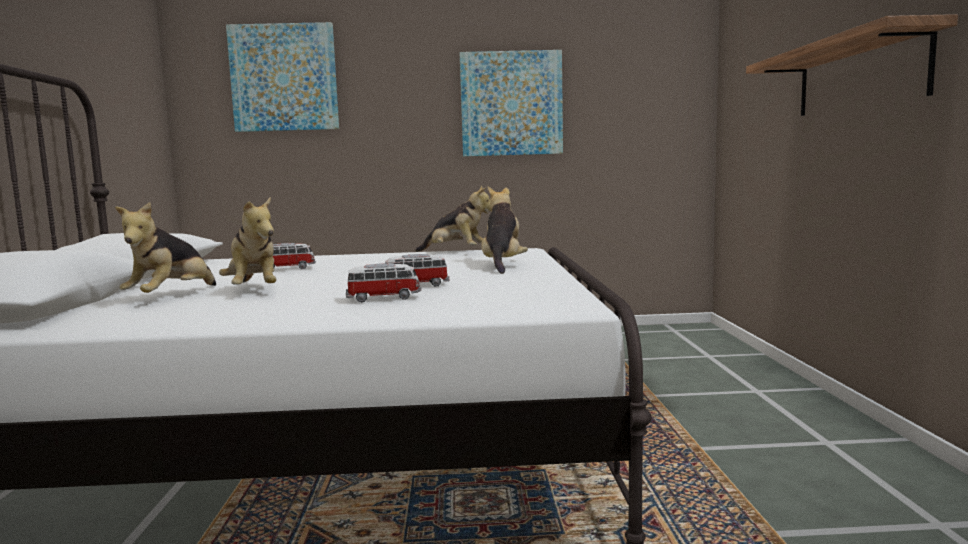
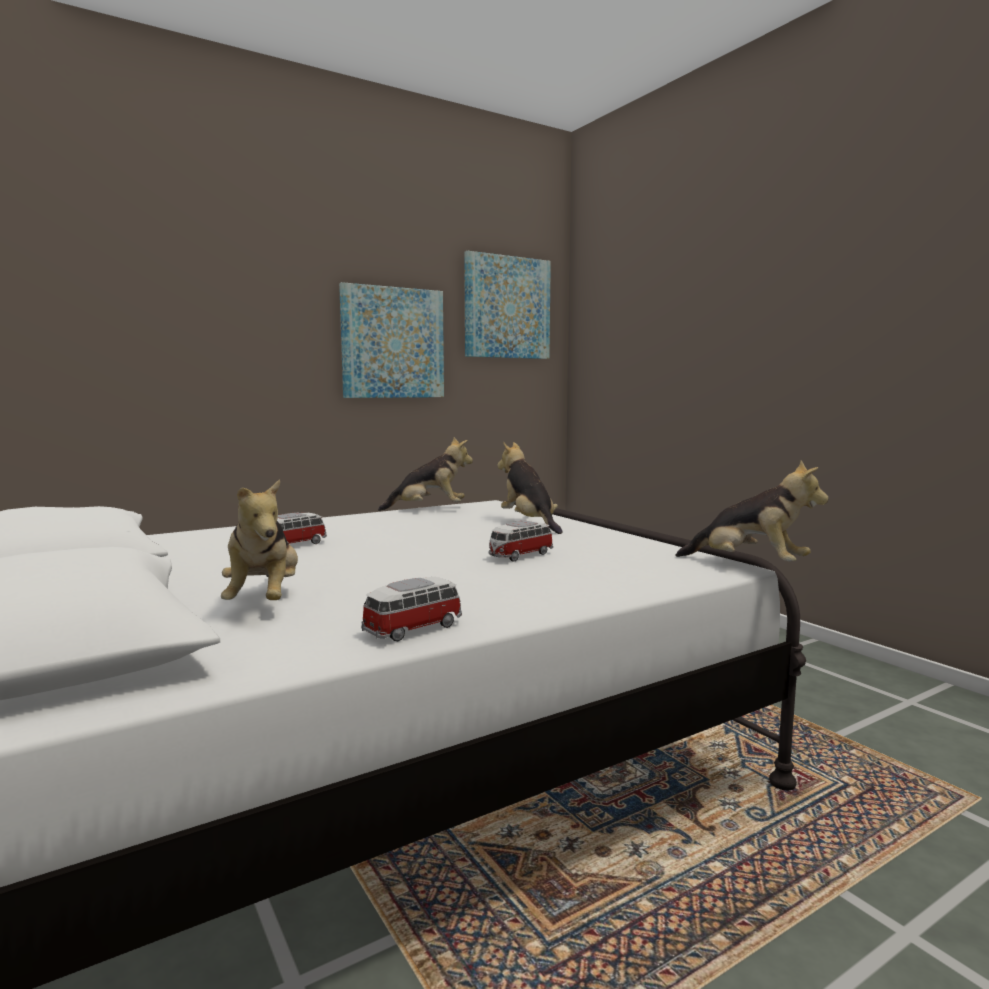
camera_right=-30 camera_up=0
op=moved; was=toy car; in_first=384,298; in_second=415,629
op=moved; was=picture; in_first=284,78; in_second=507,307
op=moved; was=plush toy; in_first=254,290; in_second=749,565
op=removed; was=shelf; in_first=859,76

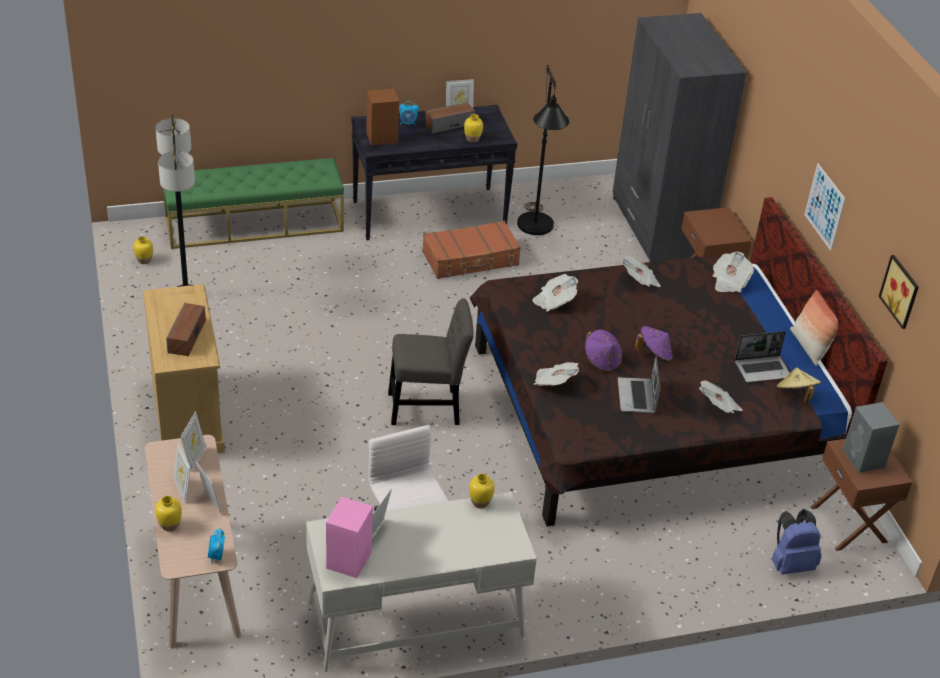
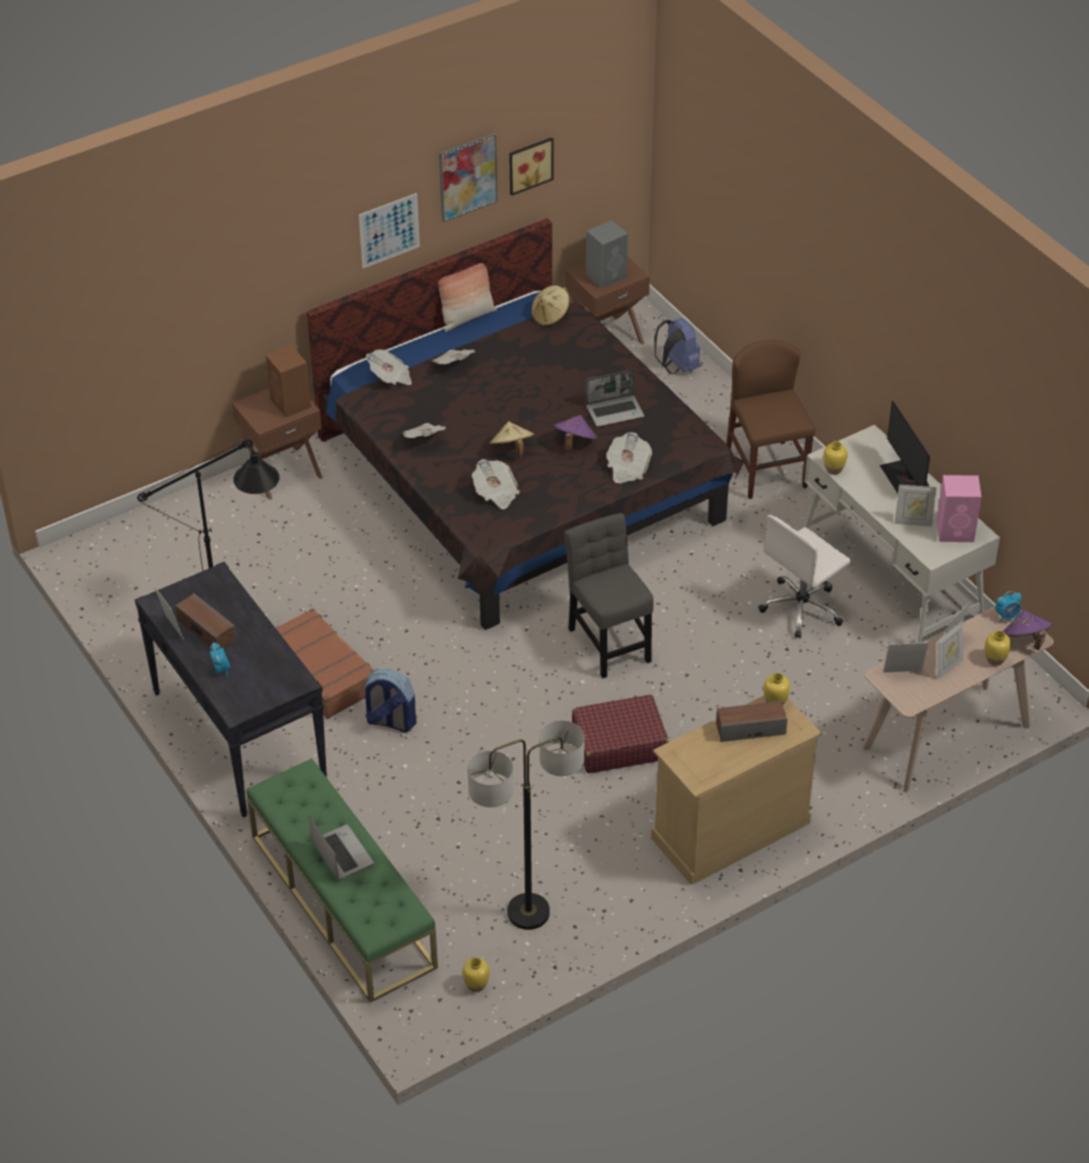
camera_right=-105 camera_up=5
op=moved; was=brown speaker; in_first=381,137; in_second=291,403
op=moved; was=laptop; in_first=763,369; in_second=341,853
op=added; now=backpack; in_second=390,721
op=moved; was=newspaper; in_first=718,407; in_second=453,365
op=added; now=picture; in_second=467,176
op=added; now=beige hat; in_second=512,450
op=added; now=red suitcase; in_second=618,743
op=added; now=brown chair; in_second=766,470
op=moved; was=yellow vase; in_first=472,139; in_second=775,702
op=added; now=monitor; in_second=906,478
op=moved; was=purple hat; in_first=654,354; in_second=1025,640
op=removed; was=grey wardrobe; in_first=658,227

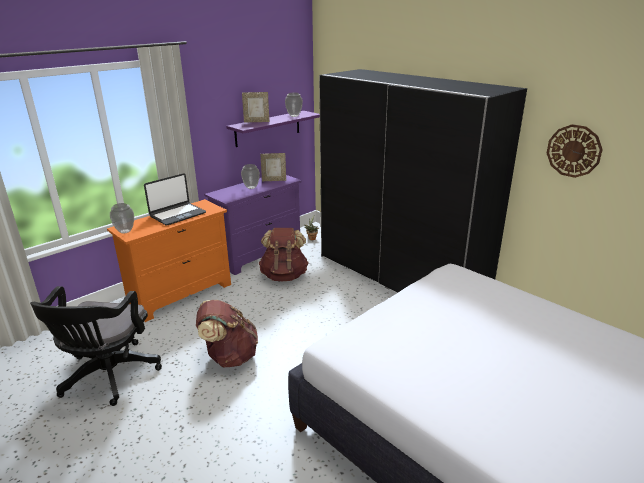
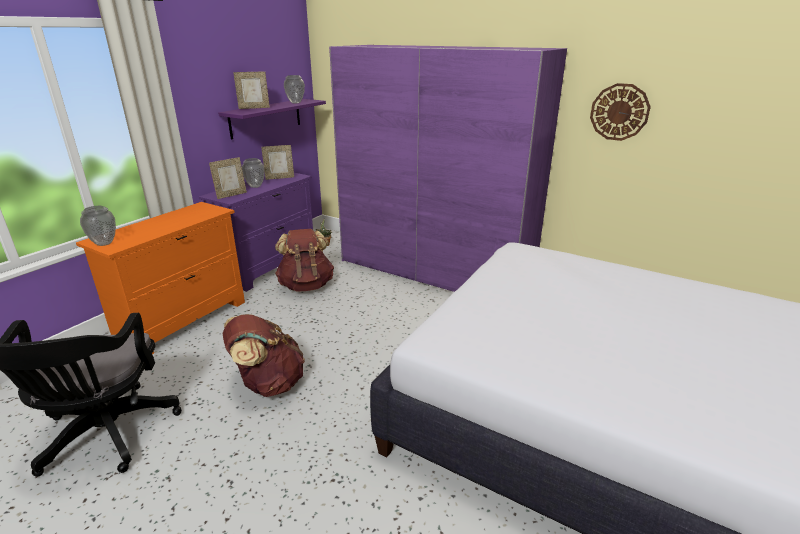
camera_right=-15 camera_up=0
op=added; now=picture frame; in_second=231,195
op=recoloured; was=black wardrobe; now=purple wardrobe; in_first=400,275; in_second=434,271
op=removed; was=laptop; in_first=177,214

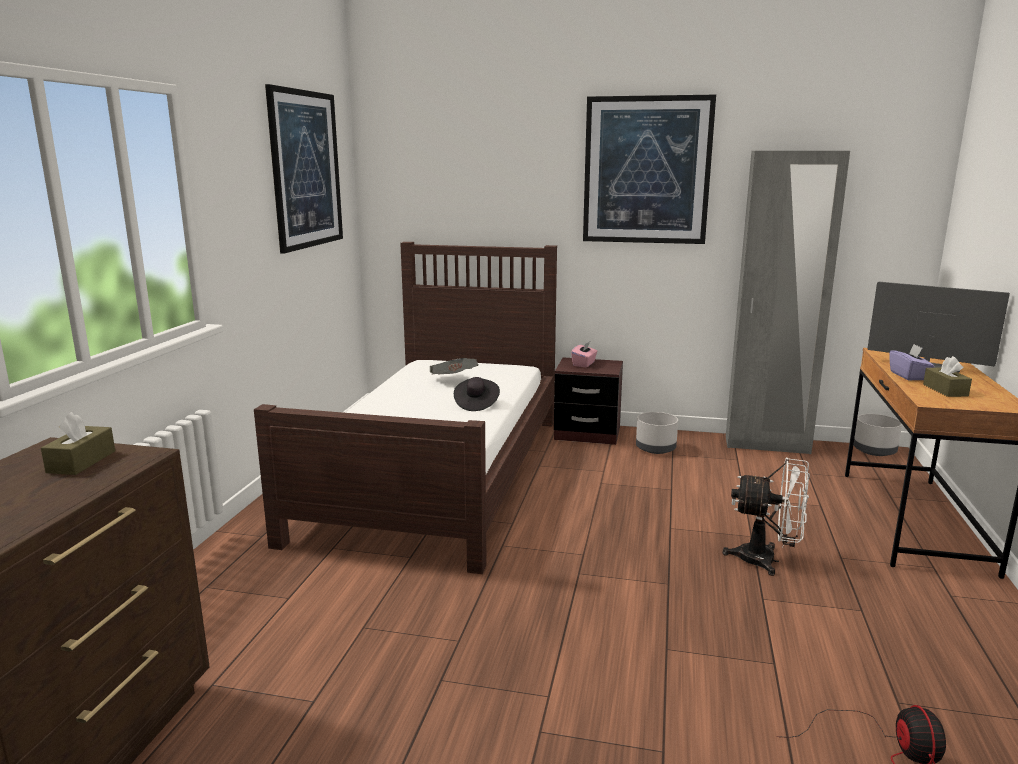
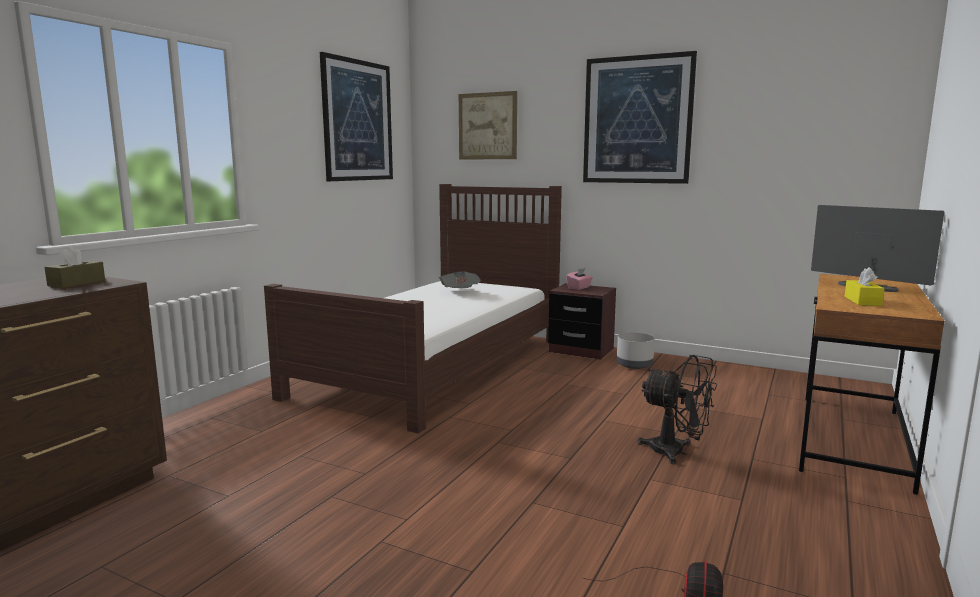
camera_right=15 camera_up=-5
op=added; now=picture; in_second=487,126
op=recoloured; was=white fan; now=black fan; in_first=767,560; in_second=676,452
op=recoloured; was=brown tissue box; now=yellow tissue box; in_first=945,390; in_second=862,301
op=removed; was=black hat; in_first=476,404
op=removed; was=grey wardrobe; in_first=767,445
op=removed; was=grey planter; in_first=875,451
op=removed; was=purple tissue box; in_first=909,376

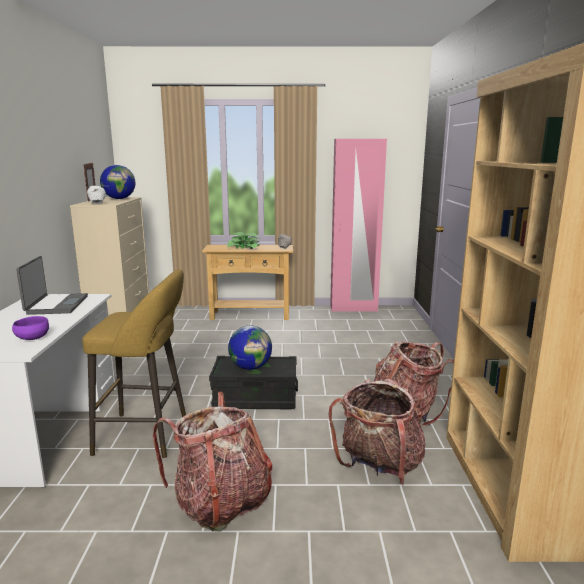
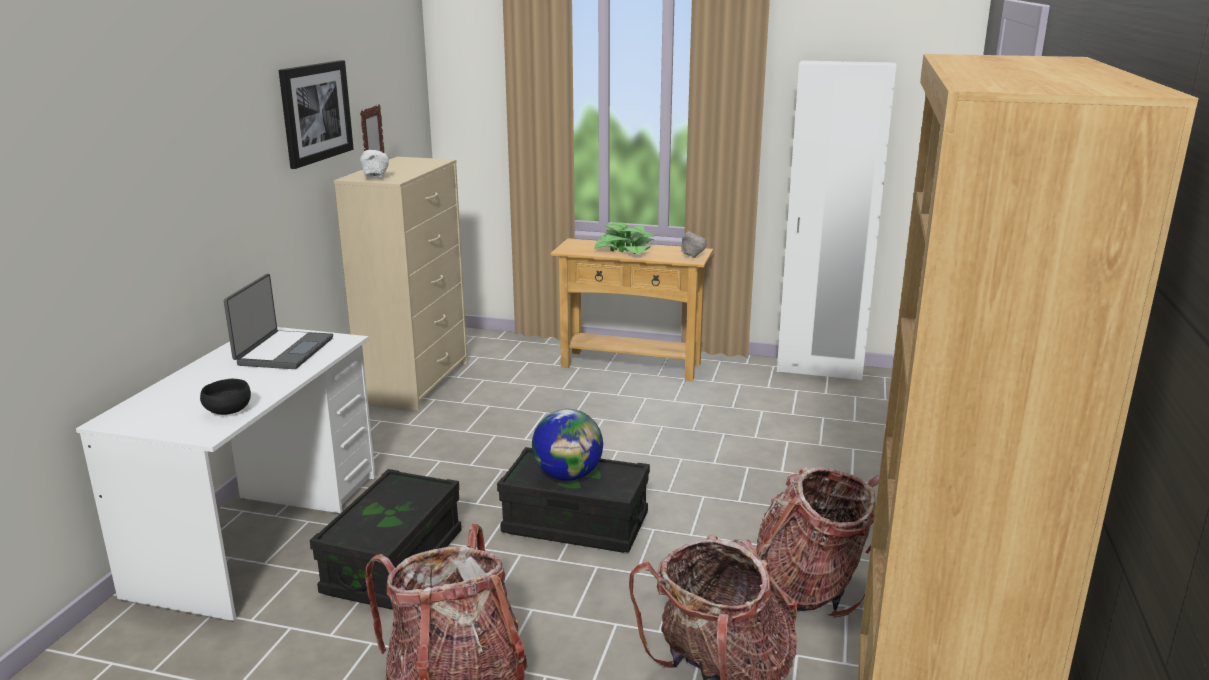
camera_right=15 camera_up=5
op=recoloured; was=purple bowl; now=black bowl; in_first=32,338; in_second=227,411
op=added; now=picture; in_second=315,112
op=replaced; was=yellow stool; now=black storage box; in_first=147,435; in_second=393,563
op=recoloured; was=pink wardrobe; now=white wardrobe; in_first=353,309; in_second=819,370
op=removed; was=globe; in_first=119,199

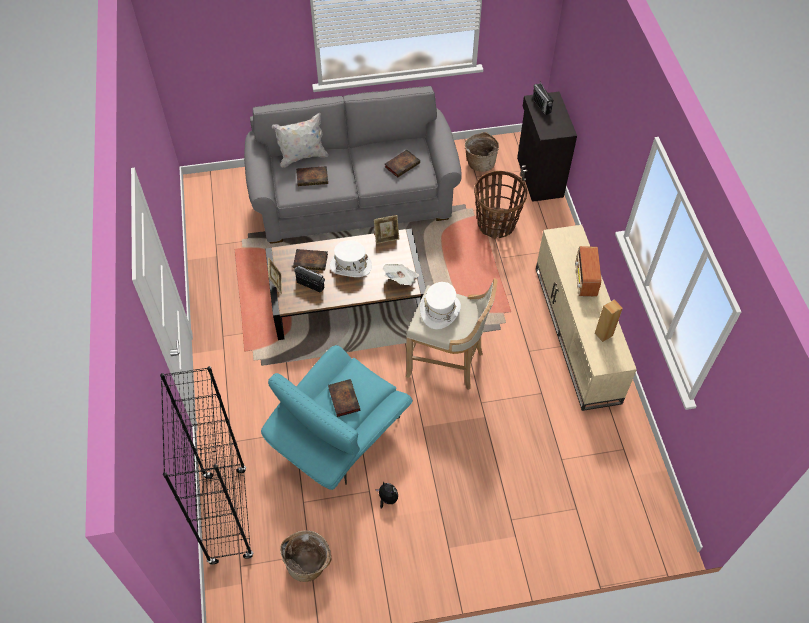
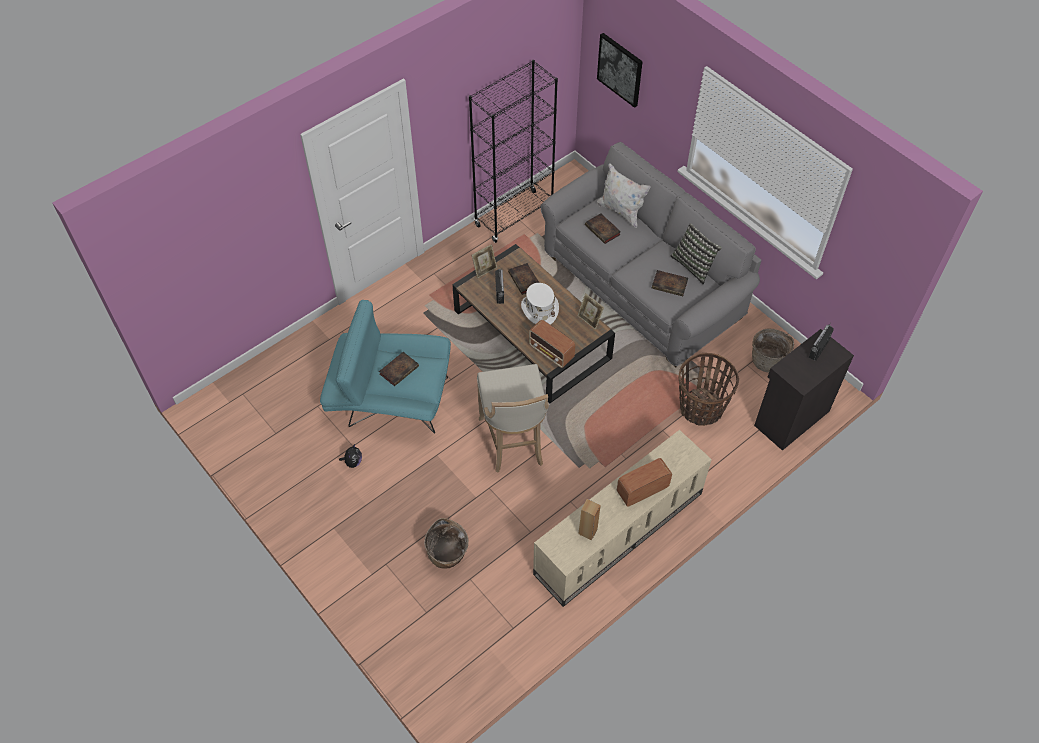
camera_right=60 camera_up=0
op=moved; was=basket; in_first=309,564; in_second=448,555
op=moved; was=black bookcase; in_first=228,516; in_second=514,216
op=replaced; was=newspaper; now=radio; in_first=401,279; in_second=551,353
op=added; now=picture; in_second=620,69
op=added; now=pillow; in_second=694,265
op=removed; was=white hat; in_first=440,311

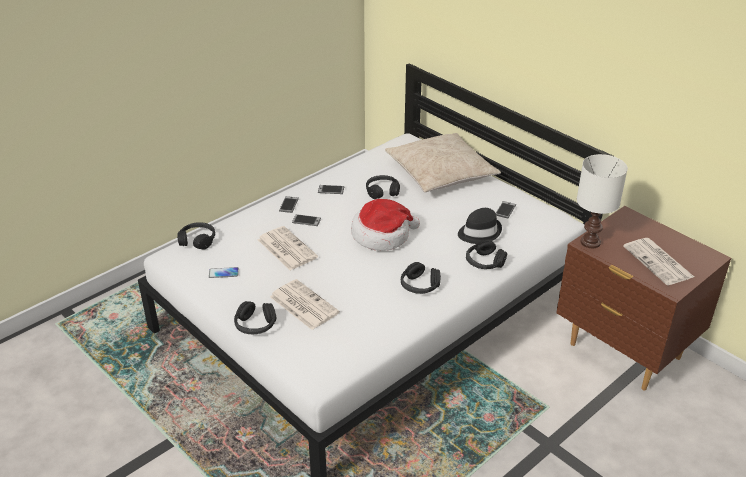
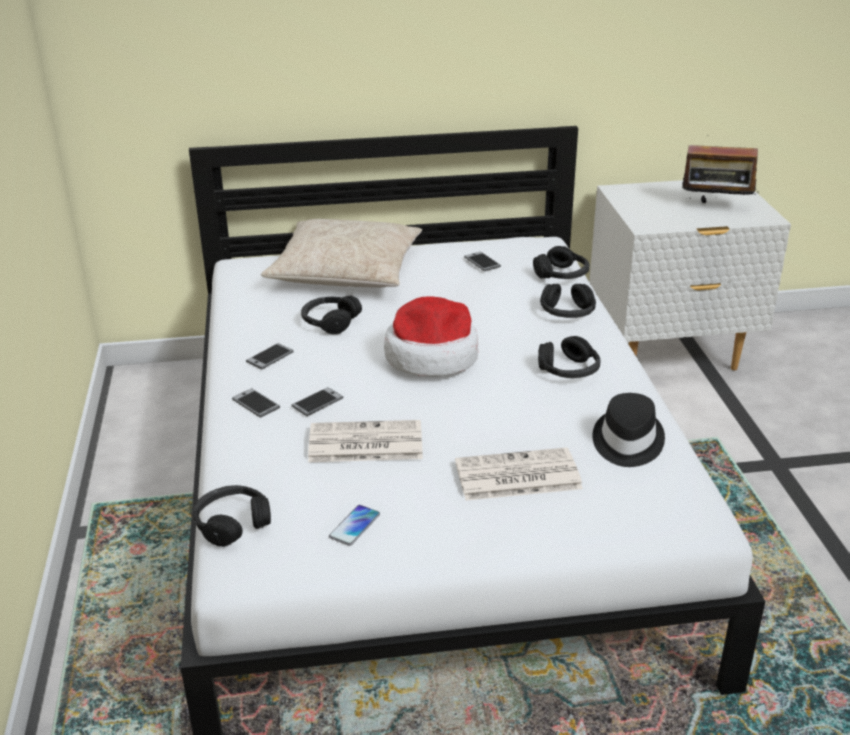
camera_right=-55 camera_up=-5
op=moved; was=black headphones; in_first=255,325; in_second=562,275
op=recoloured; was=brown nightstand; now=white nightstand; in_first=624,352; in_second=670,354
op=moved; was=black hat; in_first=479,232; in_second=626,441
op=replaced; was=newspaper; now=radio; in_first=659,262; in_second=716,206
op=removed; was=white table lamp; in_first=590,243

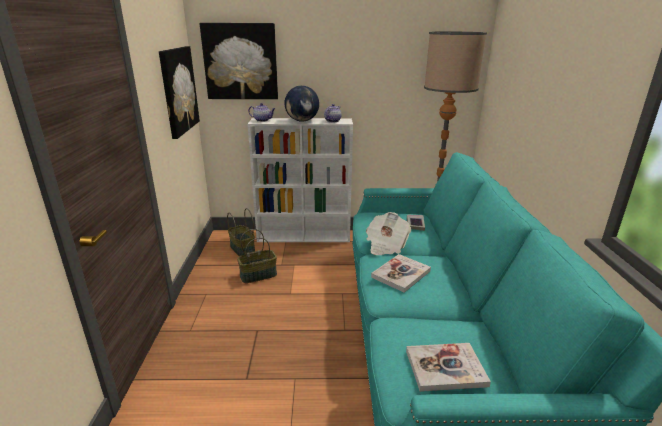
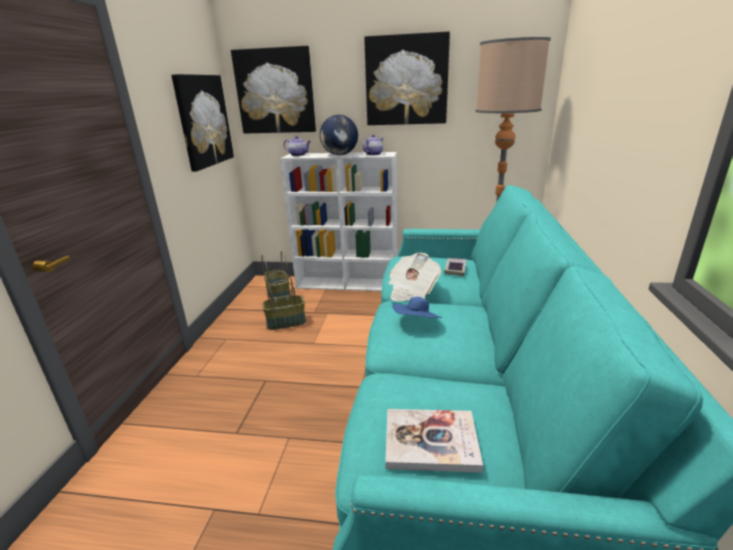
camera_right=10 camera_up=0
op=added; now=picture; in_second=406,81
op=replaced; was=book; now=blue hat; in_first=401,274; in_second=417,323

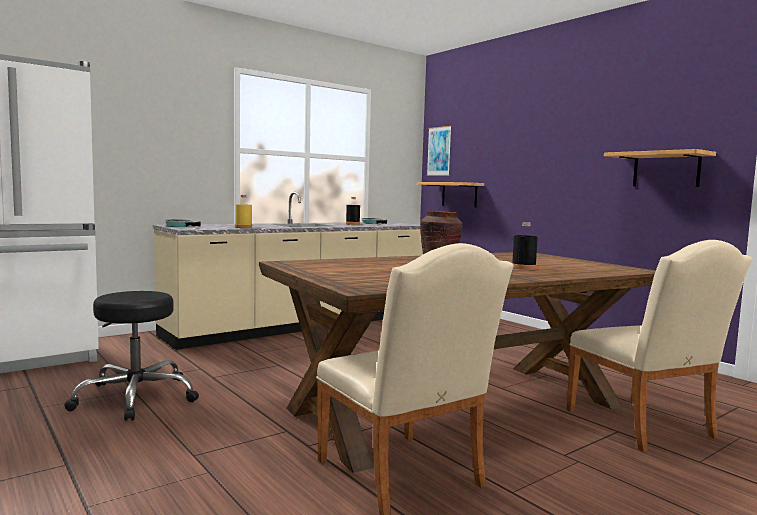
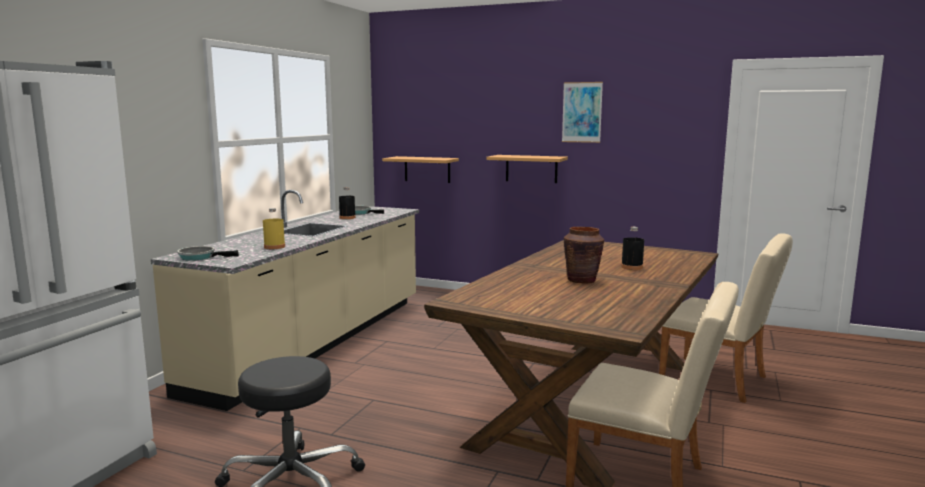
camera_right=-30 camera_up=5
op=moved; was=shelf; in_first=666,170; in_second=531,168
op=moved; was=picture; in_first=439,151; in_second=582,112

